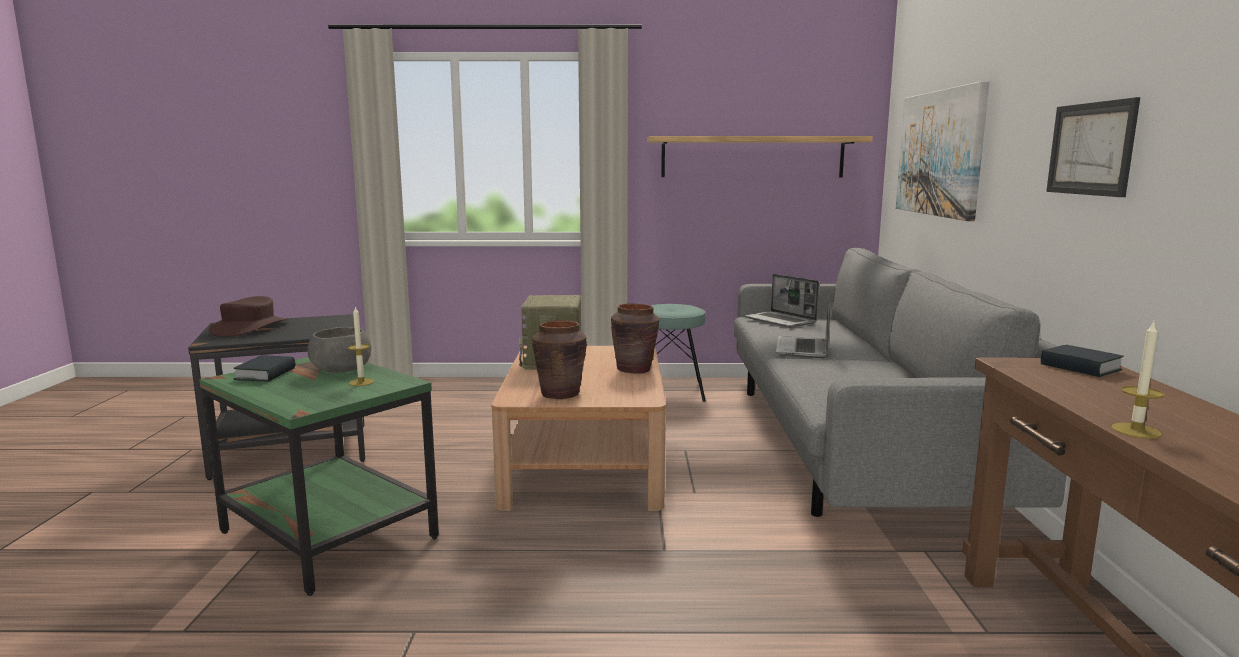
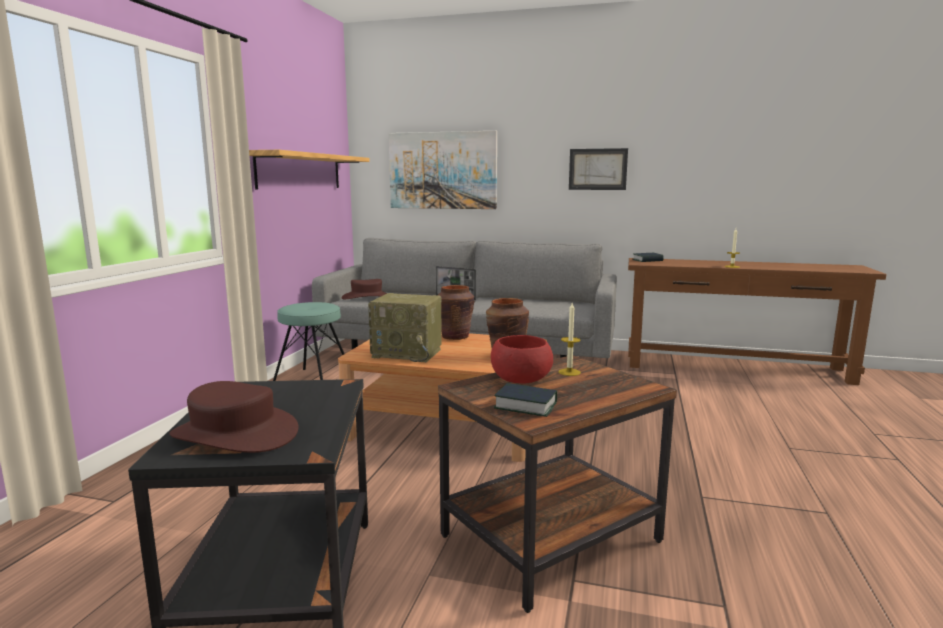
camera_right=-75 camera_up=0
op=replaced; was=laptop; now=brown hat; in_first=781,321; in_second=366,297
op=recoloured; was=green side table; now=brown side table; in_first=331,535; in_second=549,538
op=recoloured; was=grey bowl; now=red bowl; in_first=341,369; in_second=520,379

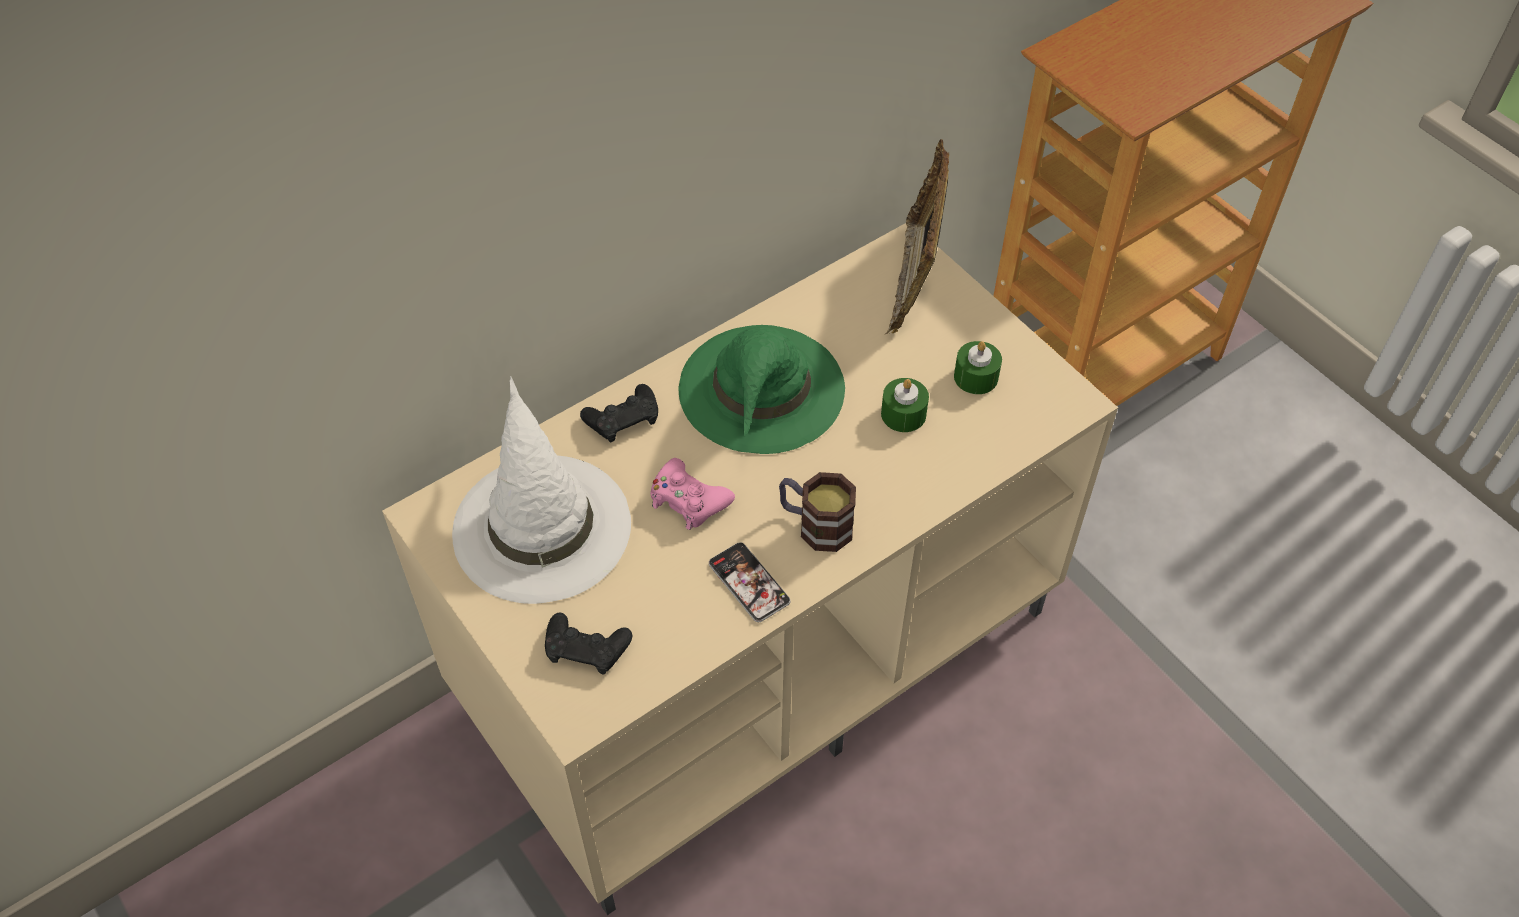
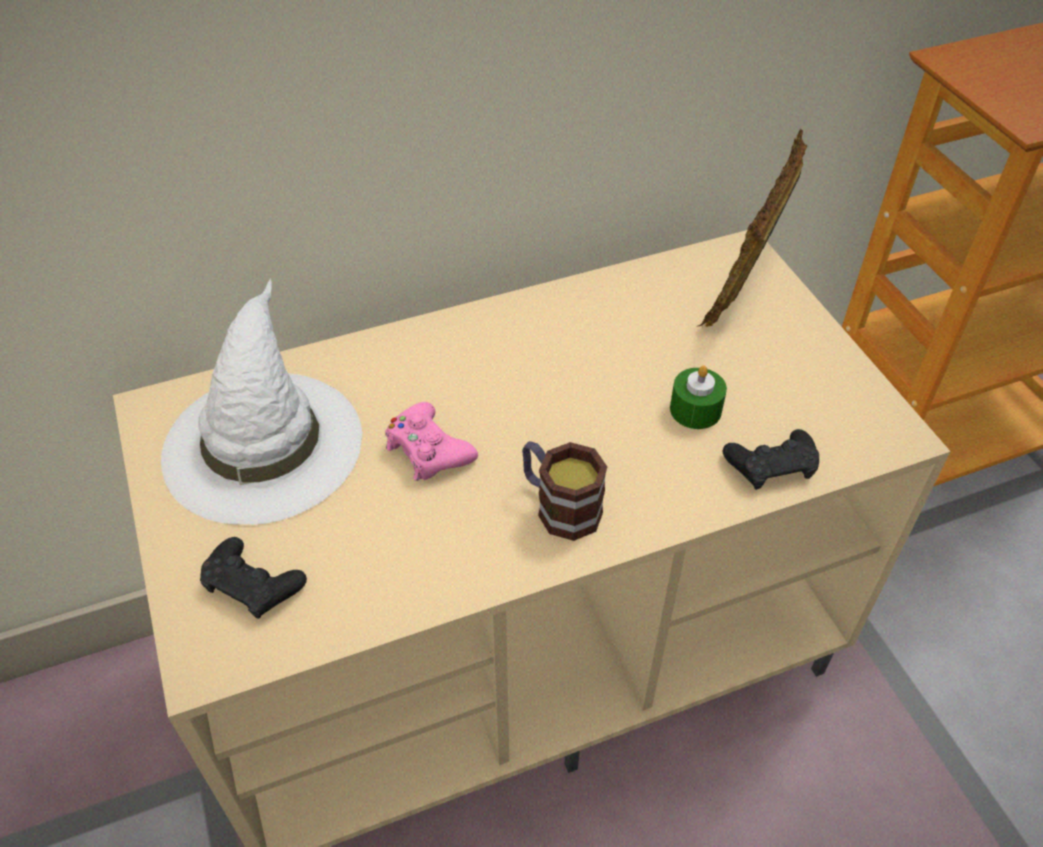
camera_right=15 camera_up=-5
op=moved; was=black game controller; in_first=623,418; in_second=771,465
op=removed; was=green hat; in_first=762,391
op=removed; was=phone; in_first=749,583
op=removed; was=green candle; in_first=976,377

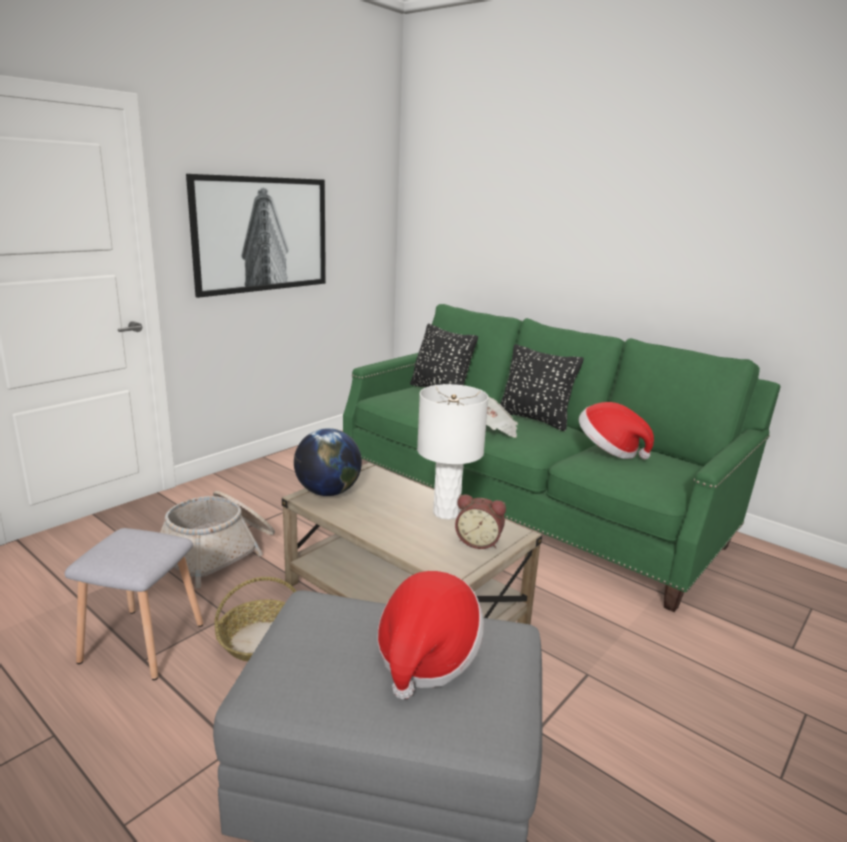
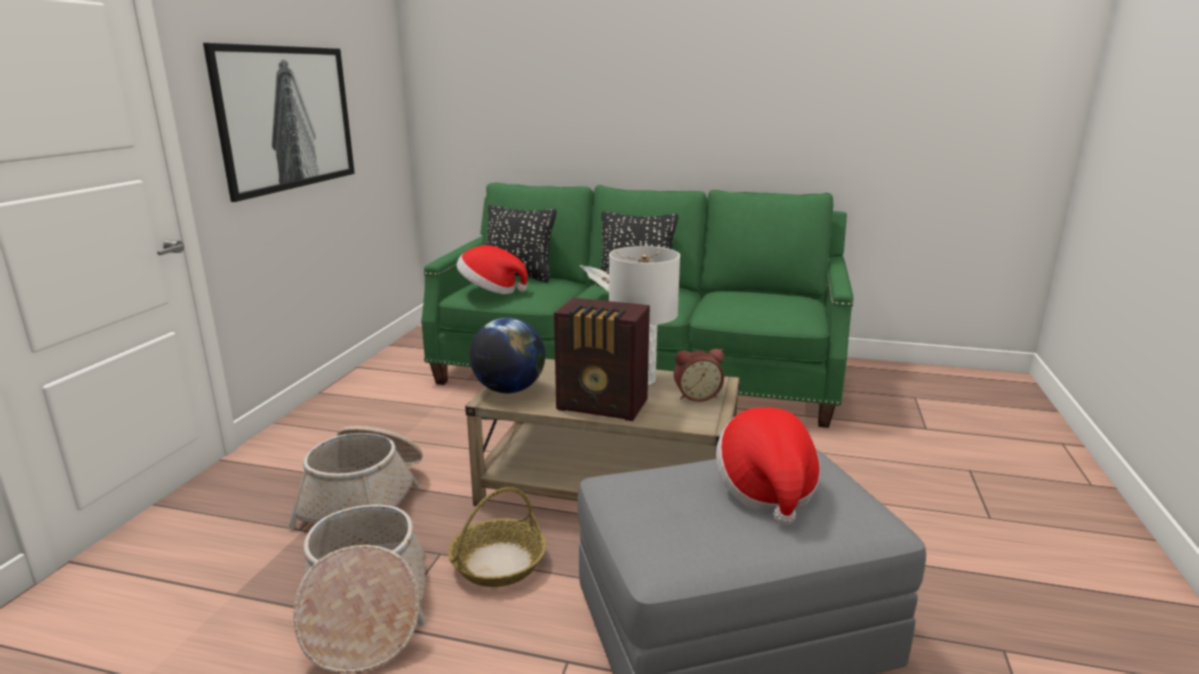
camera_right=-25 camera_up=0
op=replaced; was=grey stool; now=basket; in_first=140,643; in_second=365,611
op=moved; was=hat; in_first=609,450; in_second=490,291
op=added; now=radio; in_second=603,406

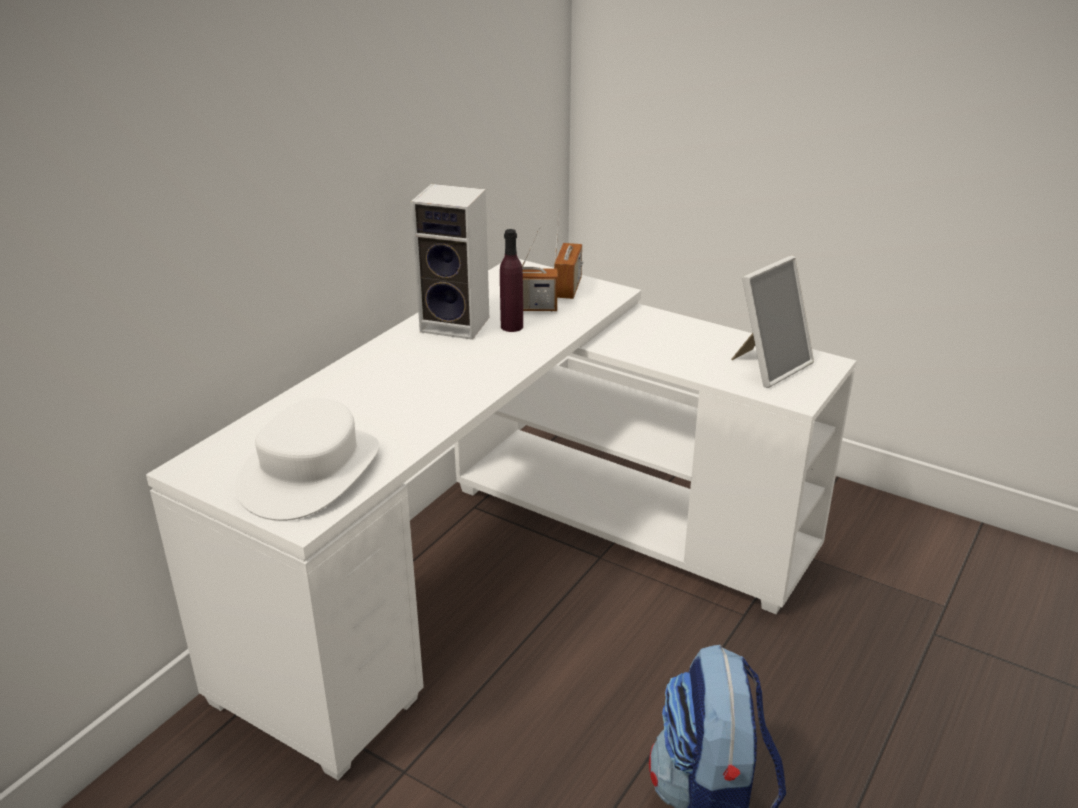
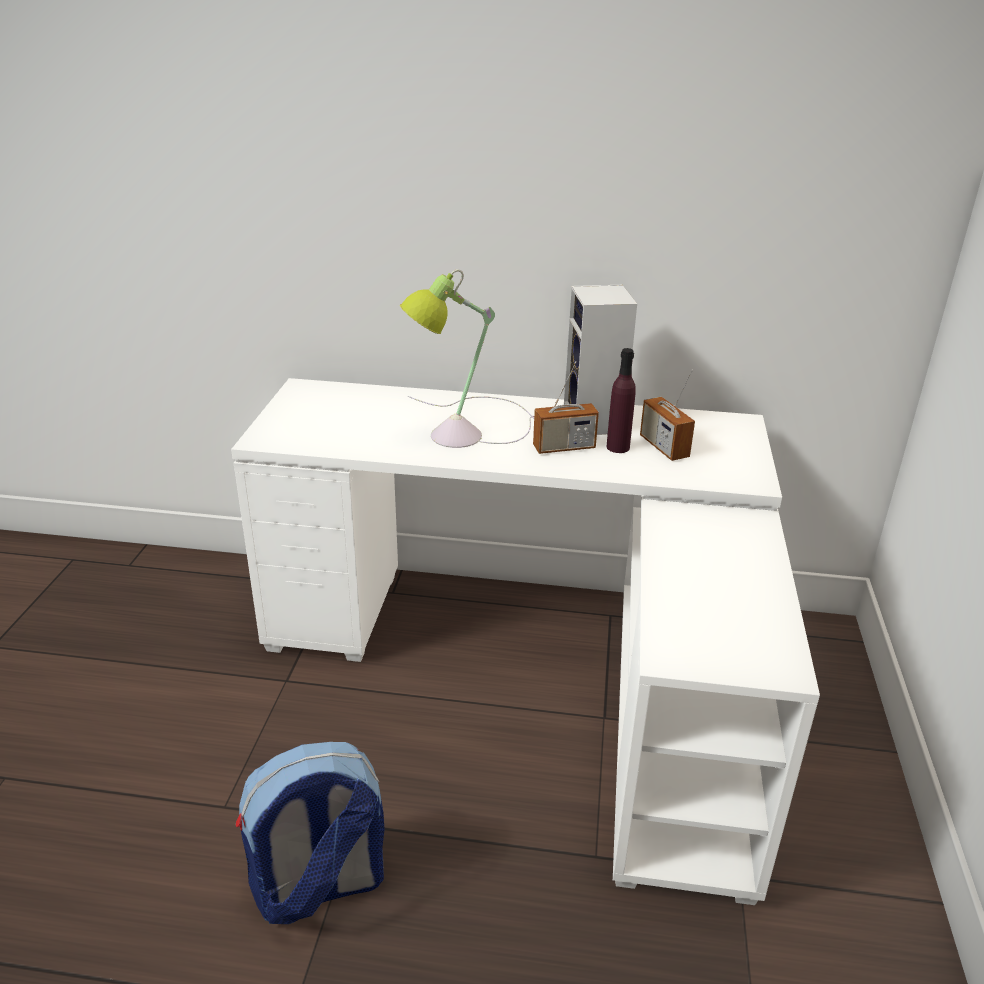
camera_right=65 camera_up=0
op=added; now=table lamp; in_second=470,428
op=moved; was=radio; in_first=568,288; in_second=564,447
op=removed; was=white hat; in_first=311,472
op=removed; was=picture frame; in_first=768,366

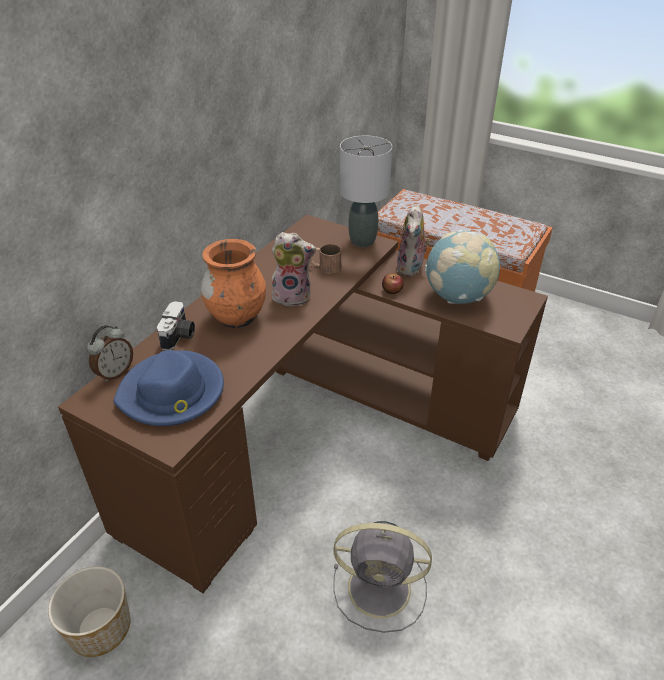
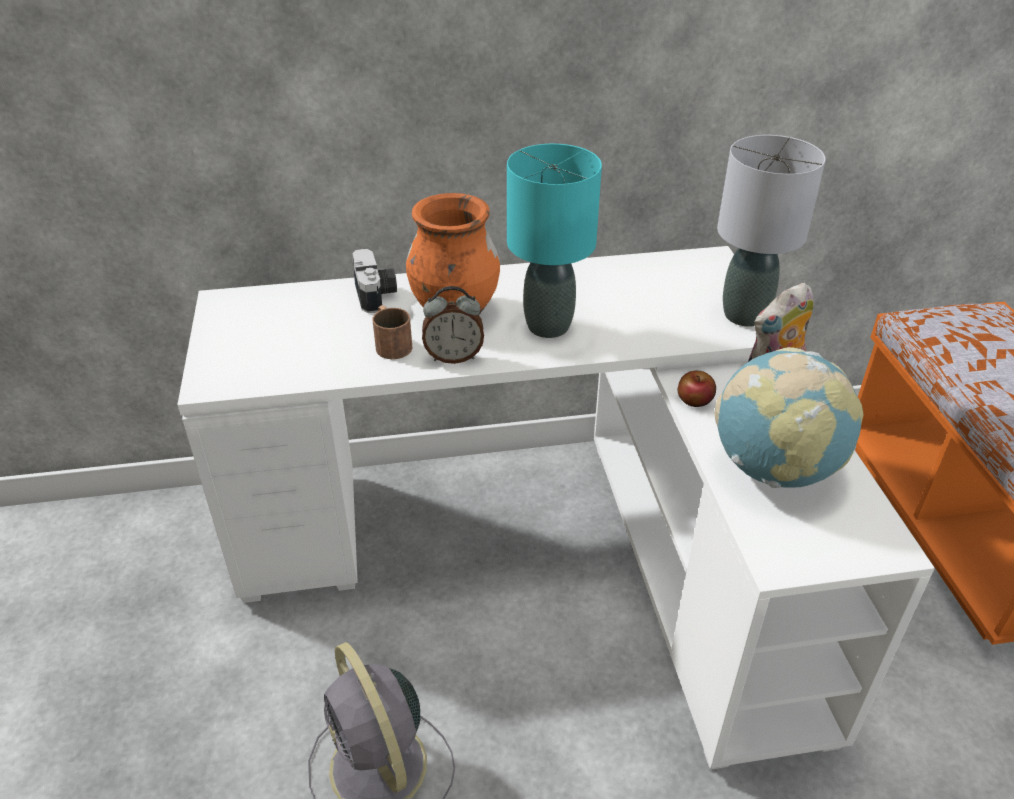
camera_right=50 camera_up=0
op=recoloured; was=brown desk; now=white desk; in_first=314,431; in_second=547,545
op=turned; was=photo camera; in_first=179,336; in_second=377,294; clockwise=-75
op=moved; was=brown mug; in_first=324,267; in_second=390,343
op=moved; was=alarm clock; in_first=115,373; in_second=454,357
op=replaced; was=plush toy; now=turquoise table lamp; in_first=293,296; in_second=547,326
op=removed; was=planter; in_first=99,628
op=removed; was=blue hat; in_first=172,393

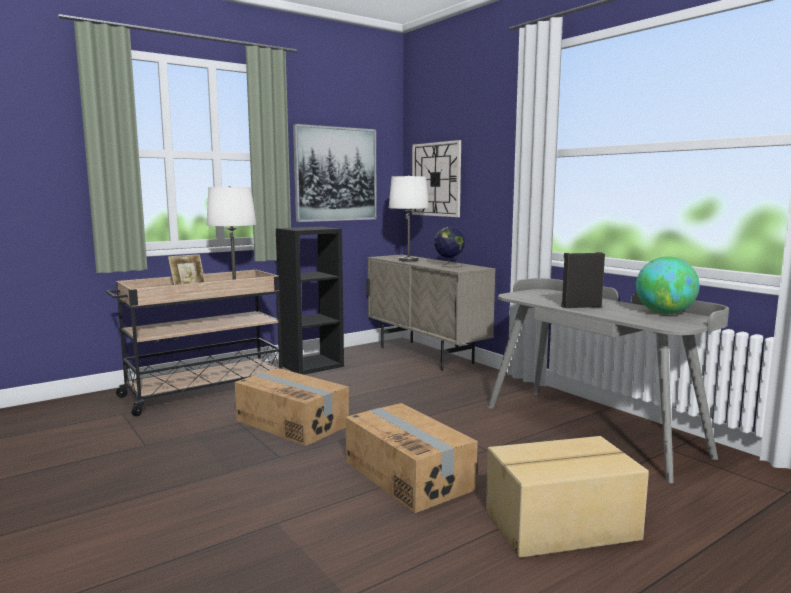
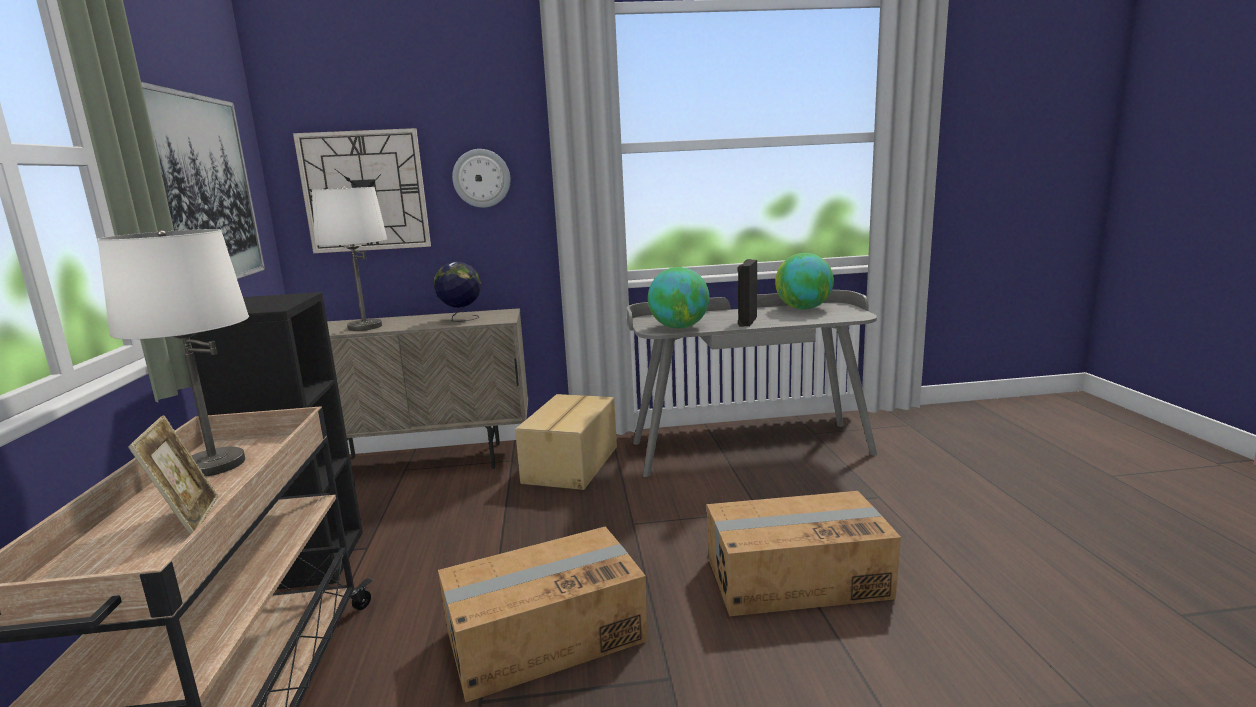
camera_right=-60 camera_up=5
op=added; now=wall clock; in_second=481,178
op=moved; was=cardboard box; in_first=562,526; in_second=572,464
op=added; now=globe; in_second=679,327

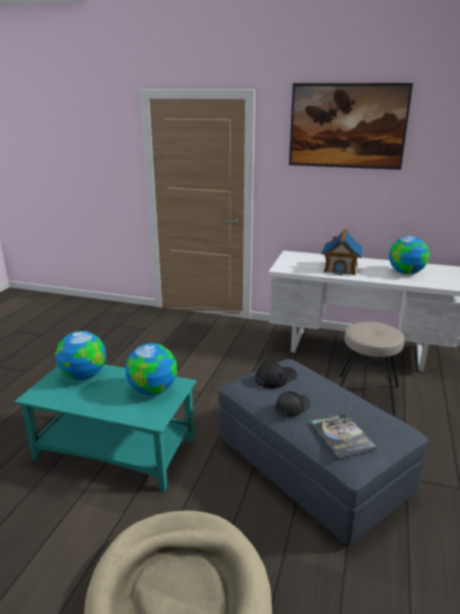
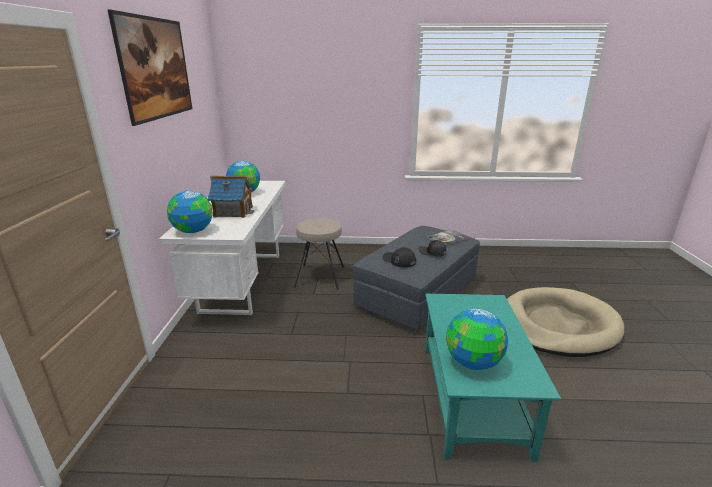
camera_right=-105 camera_up=0
op=moved; was=globe; in_first=152,390; in_second=193,231

